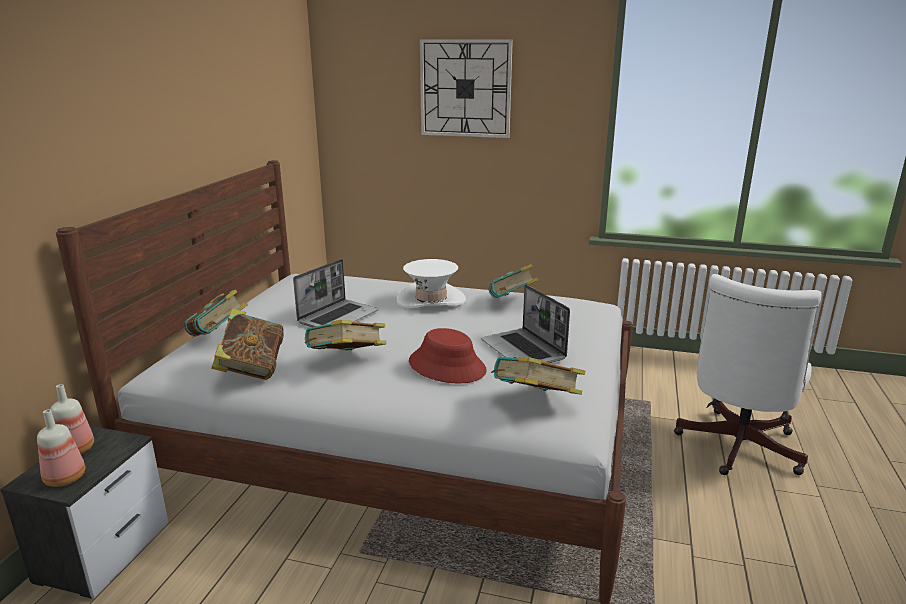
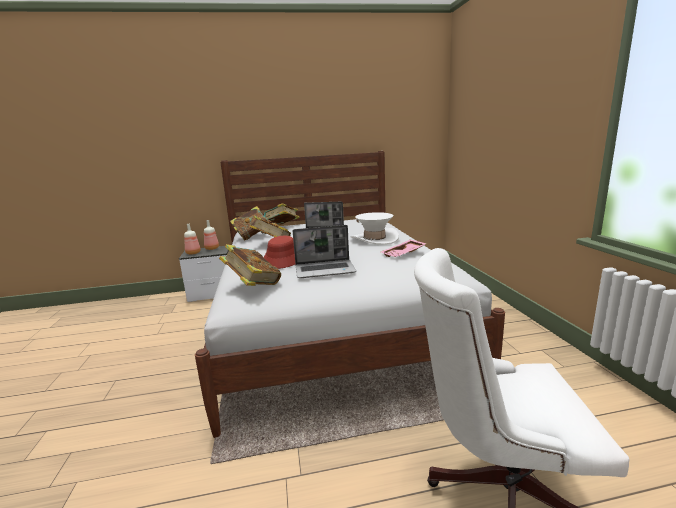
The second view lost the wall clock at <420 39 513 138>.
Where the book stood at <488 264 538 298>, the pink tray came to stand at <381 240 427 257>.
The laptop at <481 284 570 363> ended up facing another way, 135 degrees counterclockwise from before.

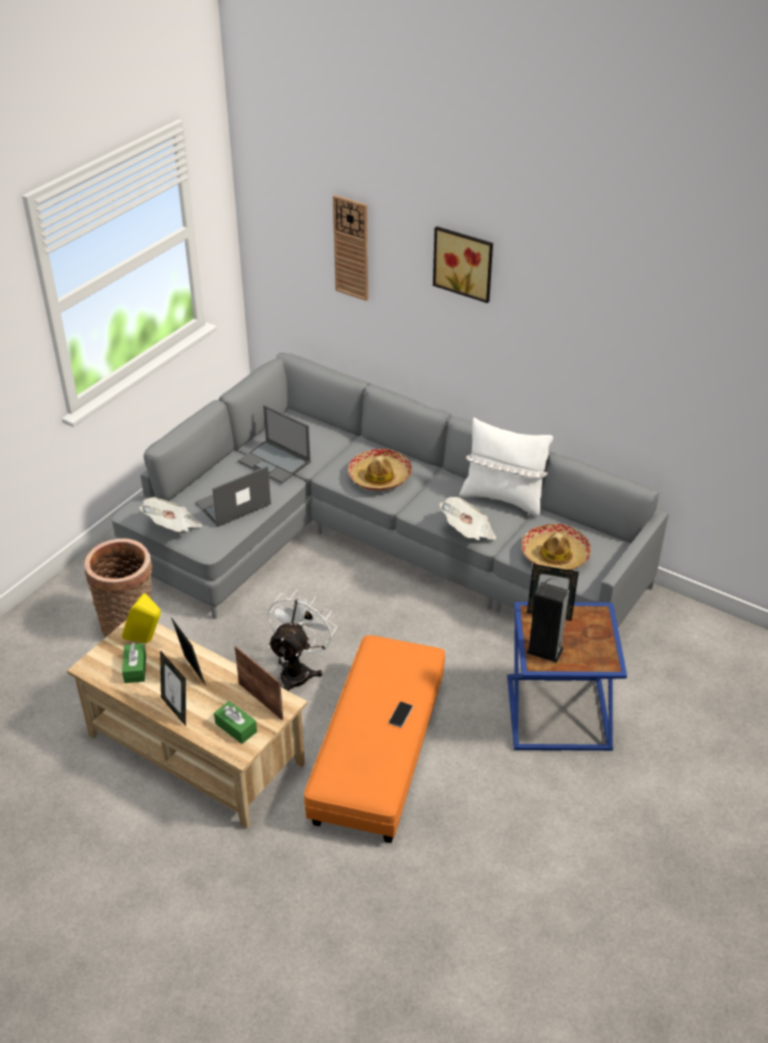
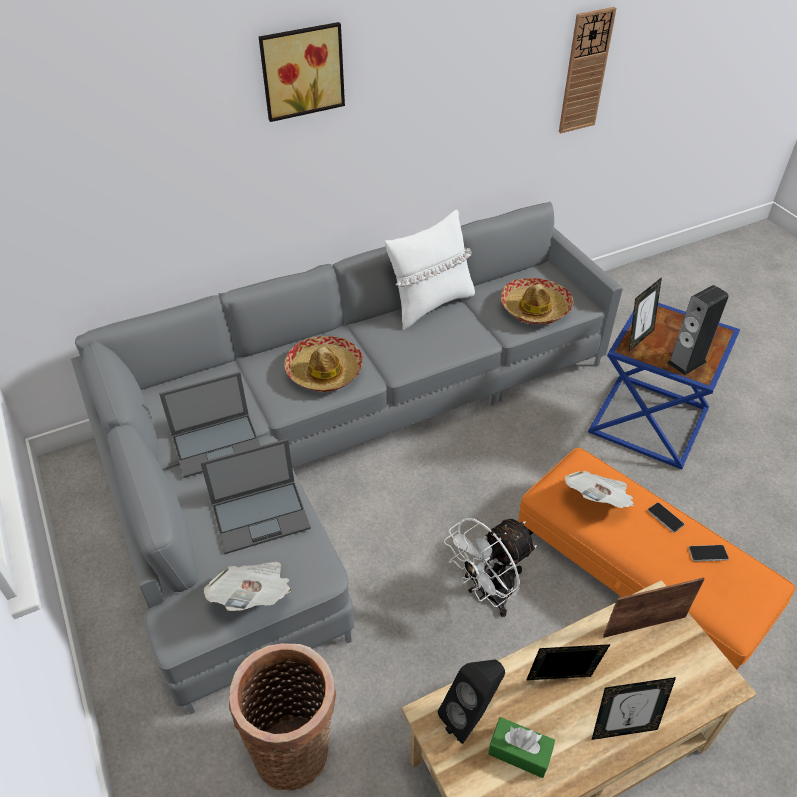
The second view lost the green tissue box at <214 701 257 744>.
The second view gained the phone at <689 545 729 561>.
The wall clock ended up elsewhere, having gone from <333 195 368 301> to <559 7 617 134>.
The newspaper ended up elsewhere, having gone from <440 497 496 540> to <565 470 635 508>.
What was the yellow speaker at <122 593 161 643> turned into the black speaker at <438 659 505 744>.
The laptop at <195 466 271 527> ended up facing another way, 105 degrees counterclockwise from before.
The white fan at <268 590 337 691> ended up facing another way, 90 degrees counterclockwise from before.

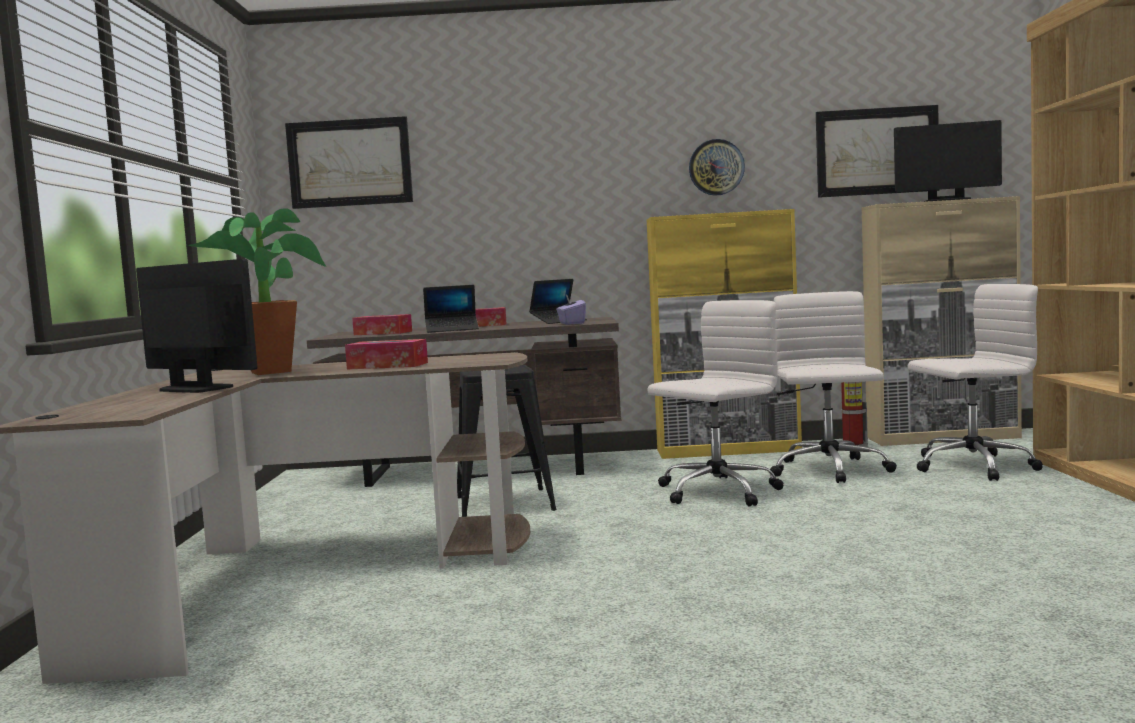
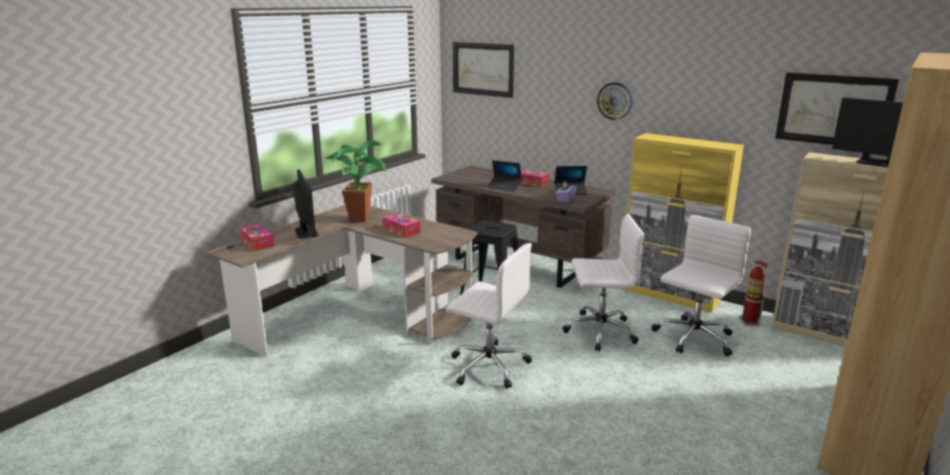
The tissue box ended up elsewhere, having gone from <352 314 412 335> to <239 224 274 251>.
The wall clock ended up elsewhere, having gone from <689 139 745 196> to <597 82 633 120>.
The white office chair ended up elsewhere, having gone from <908 284 1043 481> to <446 243 532 389>.

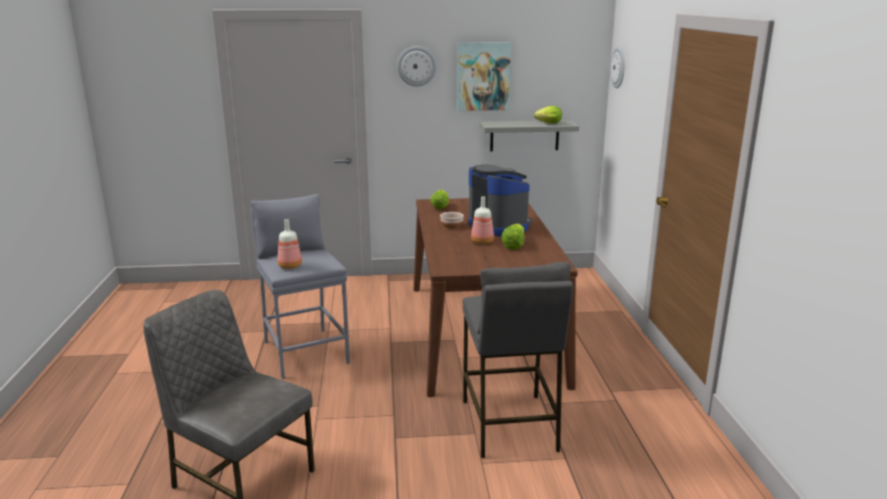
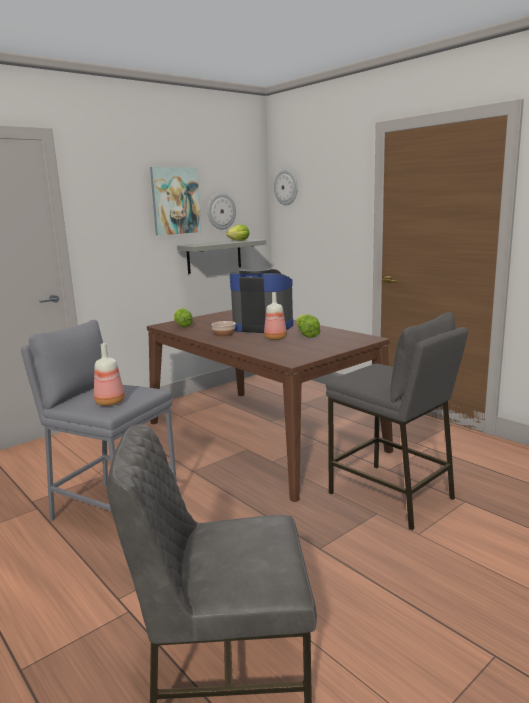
The wall clock ended up elsewhere, having gone from <397 46 437 86> to <207 193 236 230>.

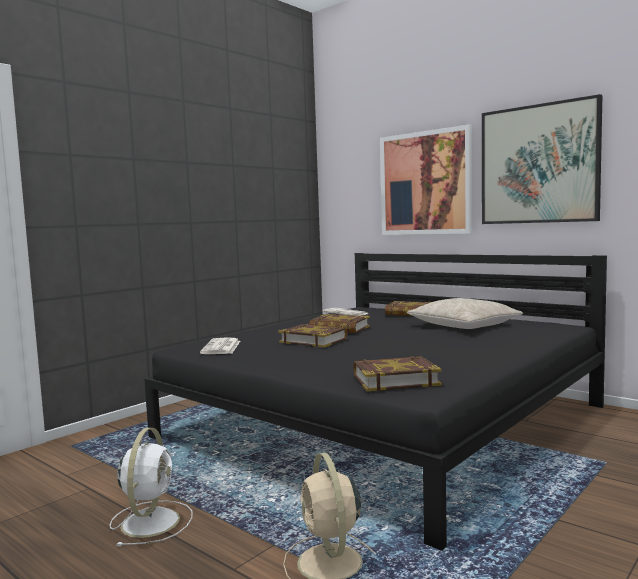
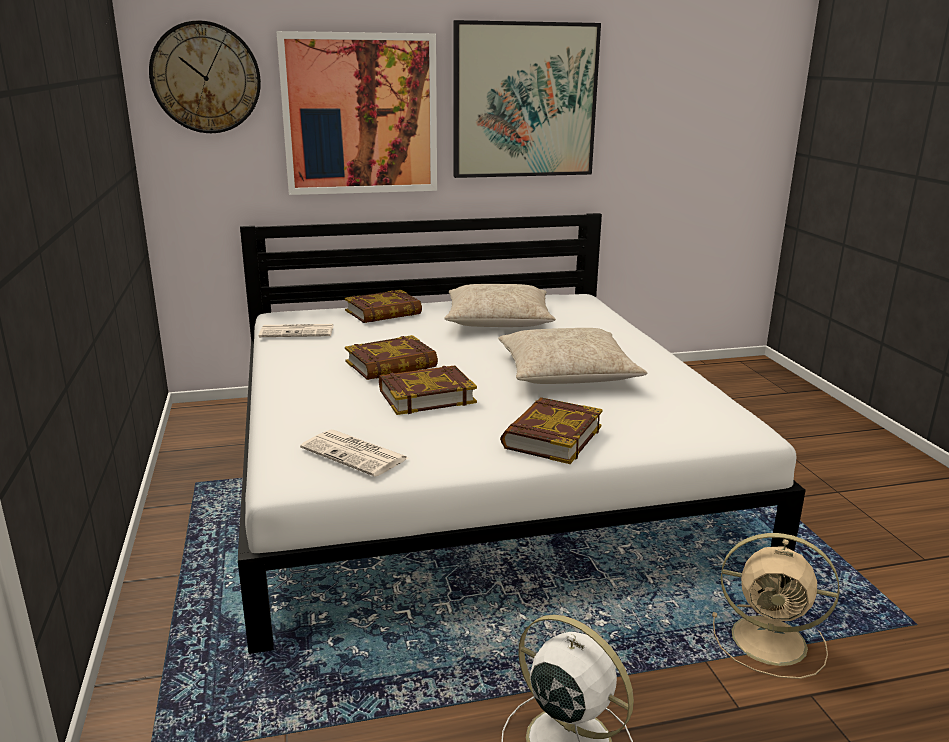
The second view gained the wall clock at <149 20 261 133>.
The second view gained the beige pillow at <498 328 647 384>.
The book ended up elsewhere, having gone from <353 356 442 391> to <500 397 603 464>.
What was the black bed at <144 253 607 551> turned into the white bed at <238 213 806 654>.

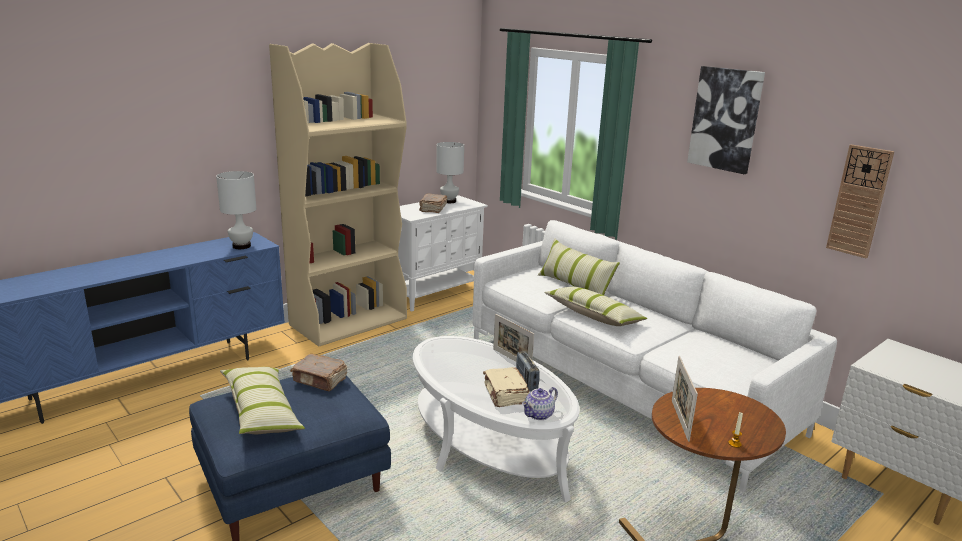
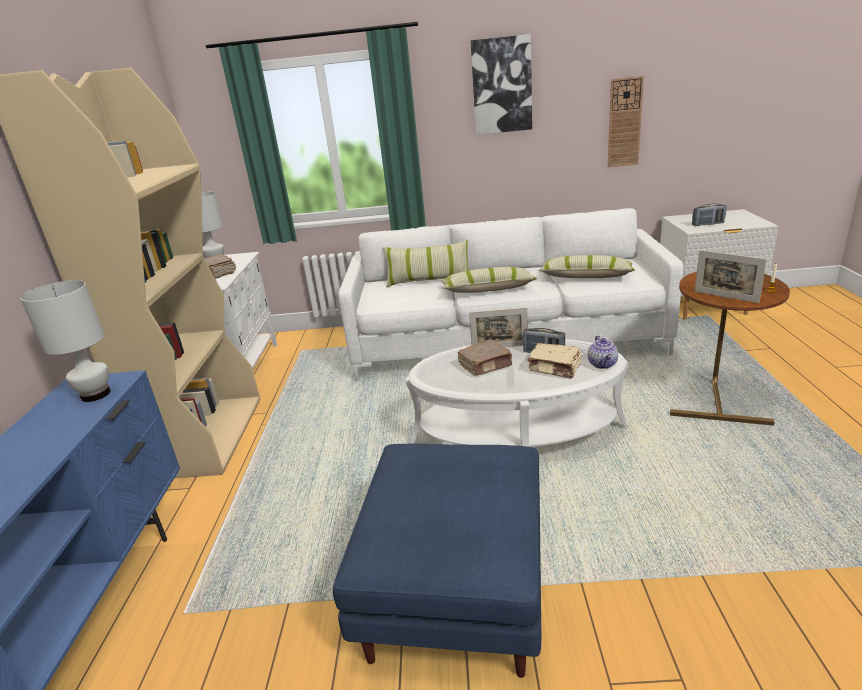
The second view gained the radio at <692 203 727 226>.
The pillow ended up elsewhere, having gone from <220 367 305 434> to <539 255 635 278>.
The brown book ended up elsewhere, having gone from <290 354 347 391> to <458 340 512 376>.

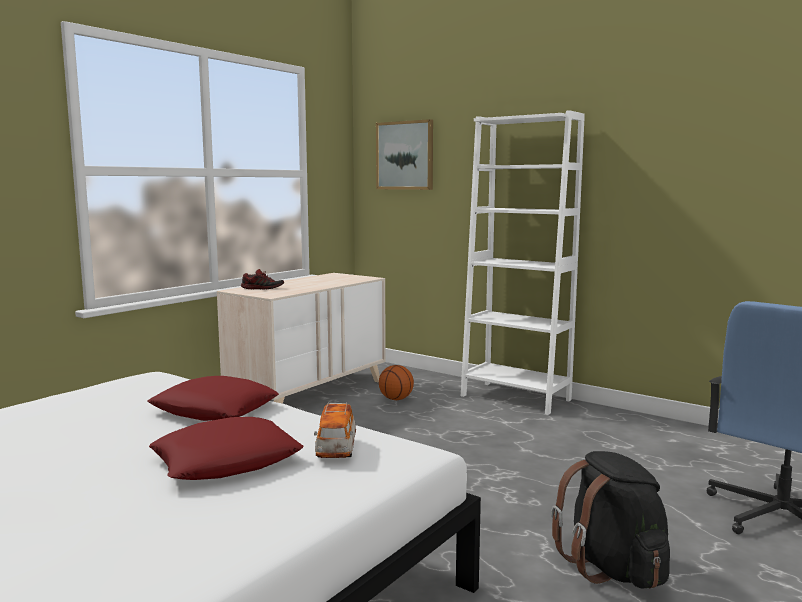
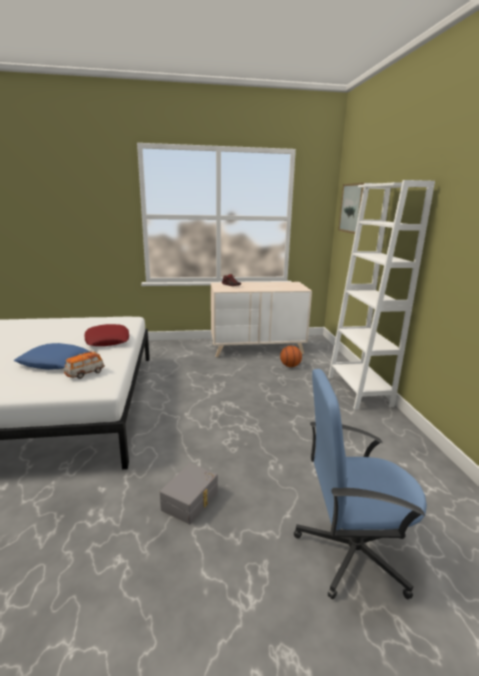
Where the black backpack stood at <551 451 670 589>, the grey storage box came to stand at <160 463 218 524>.
What was the red pillow at <149 417 304 480> turned into the blue pillow at <14 343 90 370>.

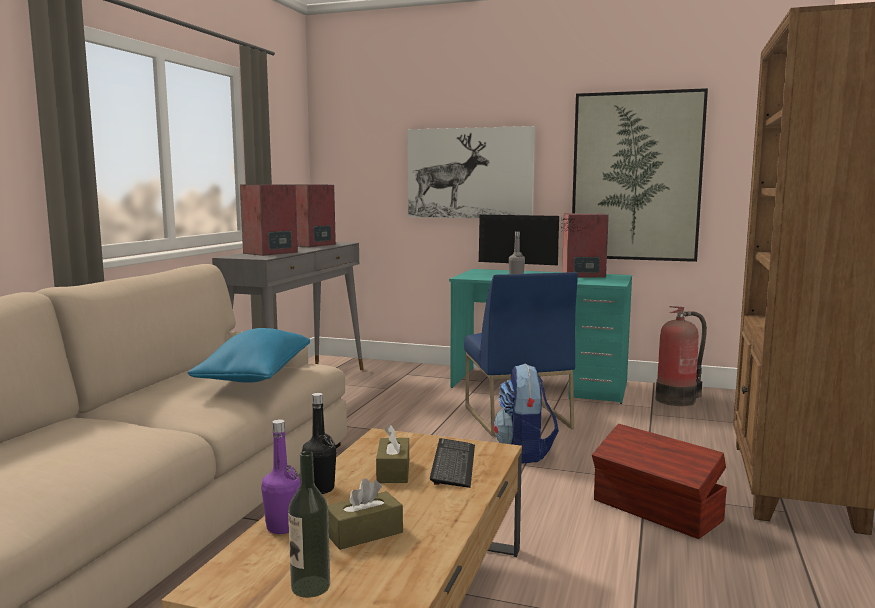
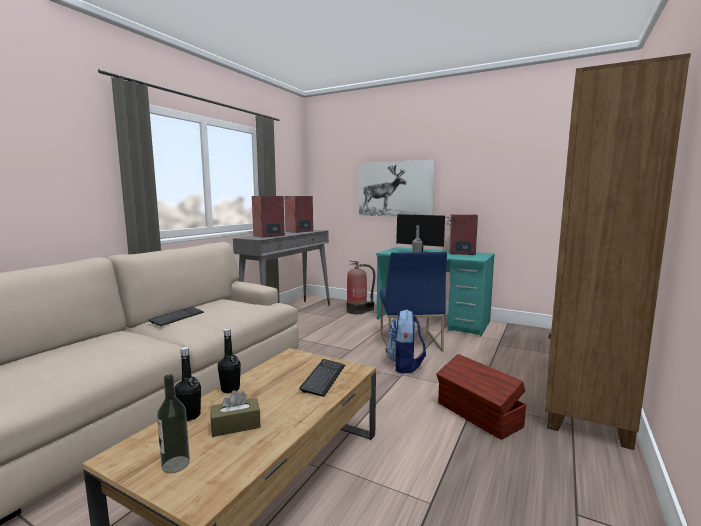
The second view lost the blue pillow at <188 328 310 383>.
The second view lost the brown tissue box at <376 425 409 483>.
The second view lost the picture at <572 88 708 262>.
The second view gained the keyboard at <149 307 204 326>.
The fire extinguisher ended up elsewhere, having gone from <655 306 707 406> to <347 261 375 314>.
What was the purple bottle at <261 419 300 534> turned into the black bottle at <175 347 201 421>.

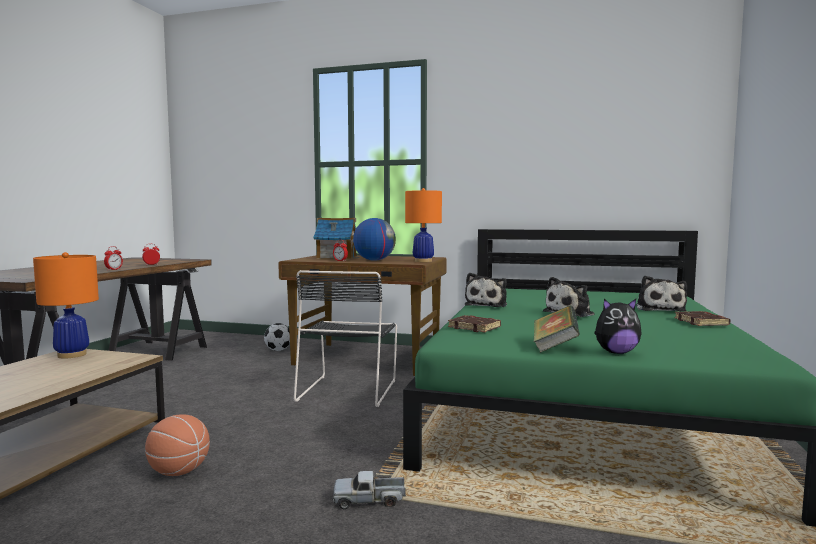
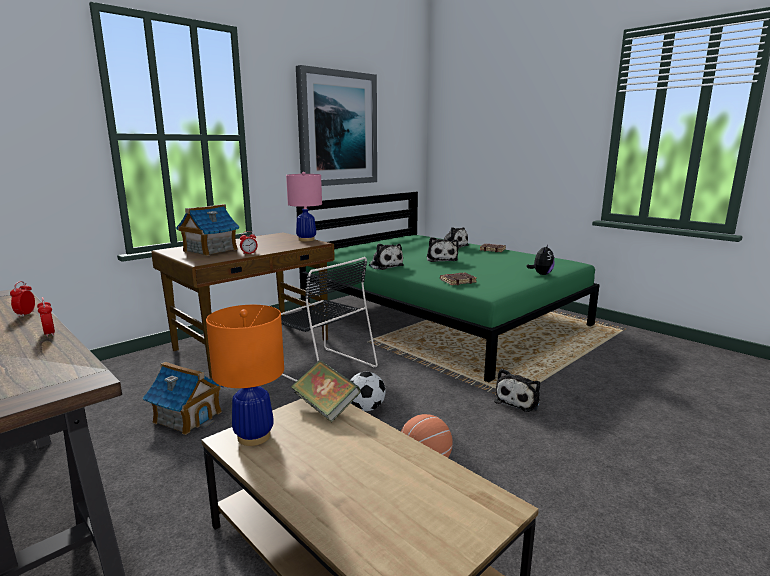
The second view lost the globe at <353 218 396 261>.
The second view gained the toy house at <142 362 224 435>.
The second view gained the picture at <296 65 377 186>.
The football ended up elsewhere, having gone from <264 323 290 351> to <350 372 386 411>.
The book ended up elsewhere, having gone from <534 305 580 353> to <291 360 361 423>.
Where the toy truck stood at <333 471 405 509>, the plush toy came to stand at <494 369 540 412>.
What was the orange table lamp at <405 188 442 262> turned into the pink table lamp at <286 172 322 241>.

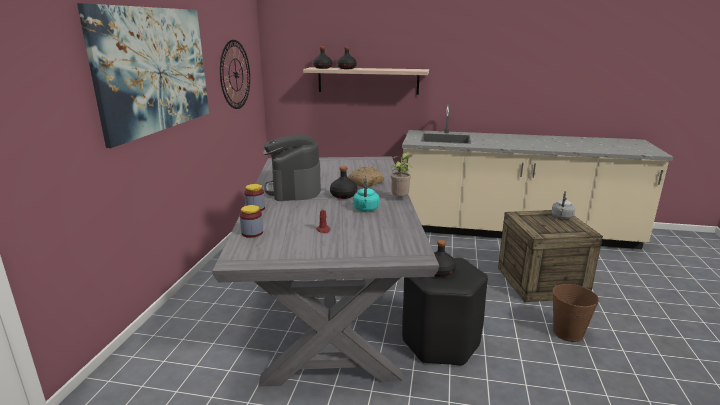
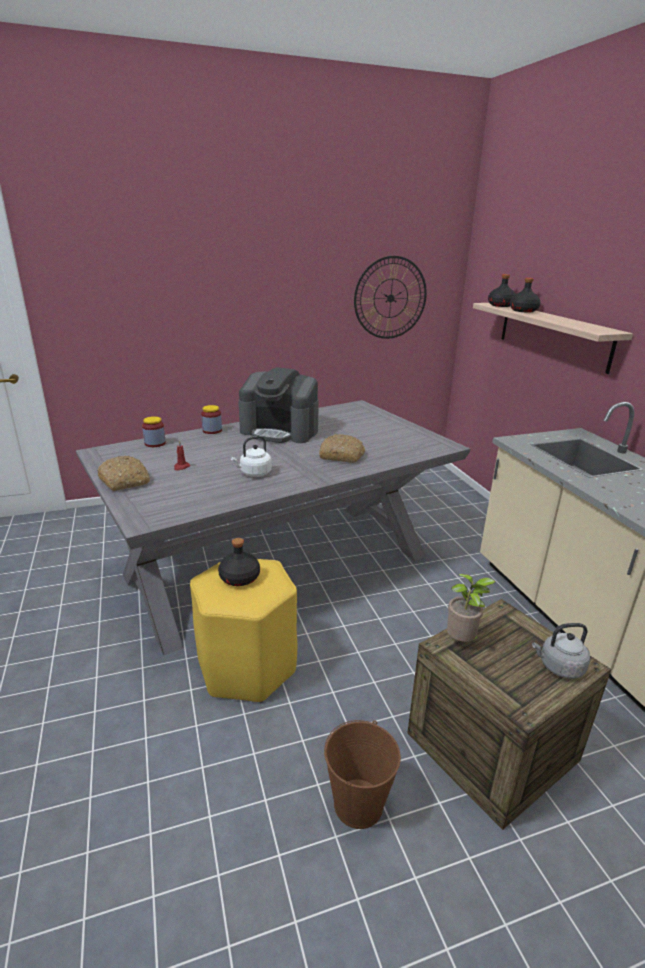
The second view lost the picture at <77 3 209 148>.
The second view lost the black bottle at <330 166 358 199>.
The second view gained the bread at <98 456 150 491>.
The potted plant ended up elsewhere, having gone from <390 153 412 196> to <447 574 495 642>.
What was the turquoise kettle at <353 178 379 212> turned into the white kettle at <231 436 272 477>.
What was the black stool at <402 258 488 366> turned into the yellow stool at <190 559 297 703>.
The coffee machine at <263 134 321 201> ended up facing another way, 120 degrees counterclockwise from before.

